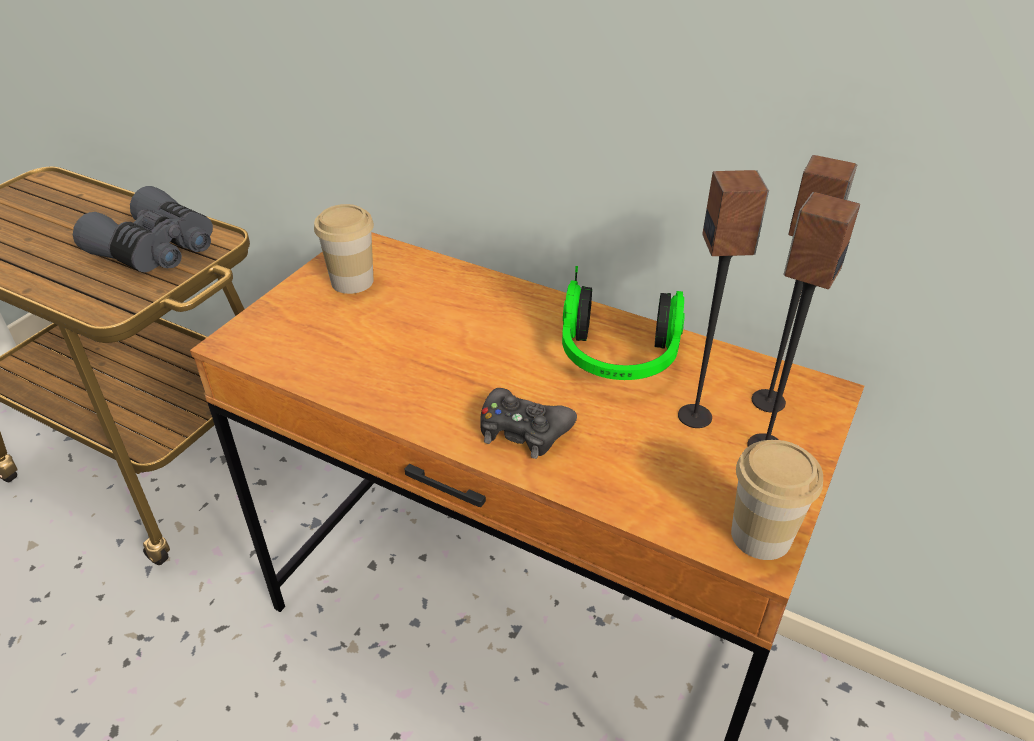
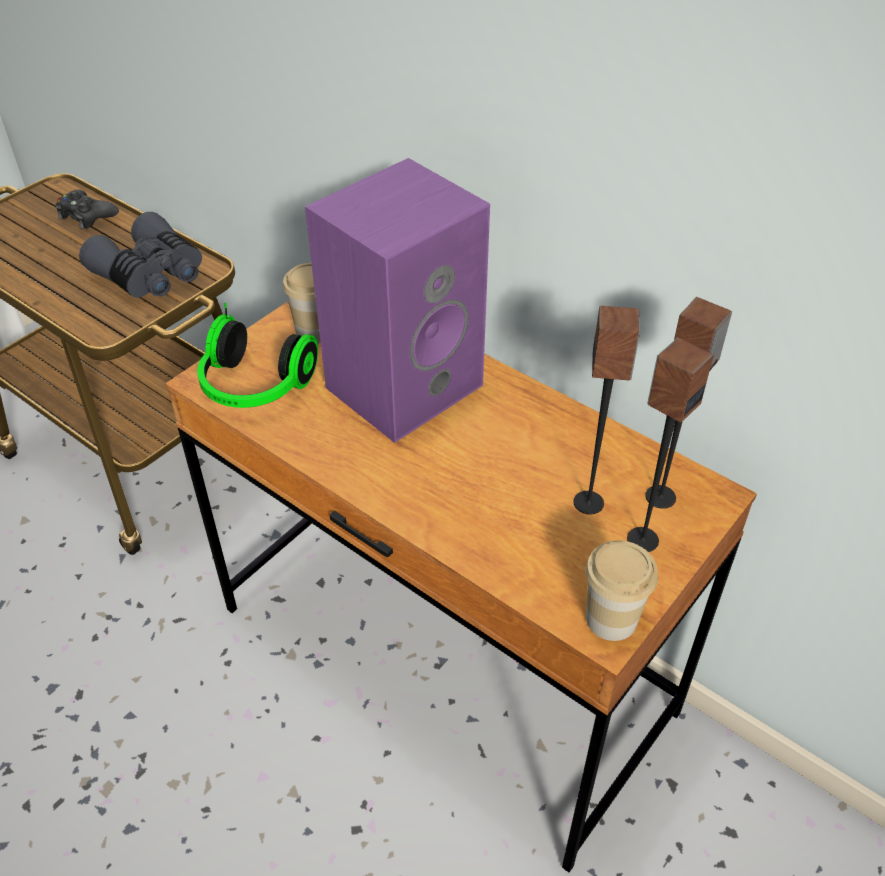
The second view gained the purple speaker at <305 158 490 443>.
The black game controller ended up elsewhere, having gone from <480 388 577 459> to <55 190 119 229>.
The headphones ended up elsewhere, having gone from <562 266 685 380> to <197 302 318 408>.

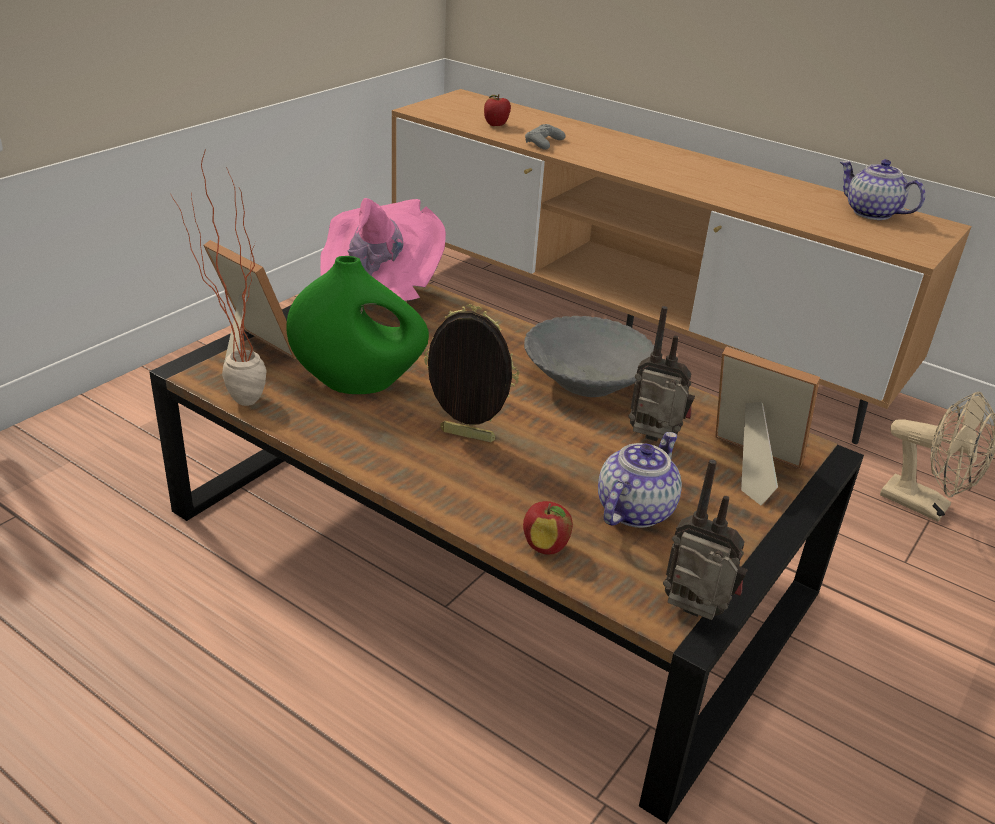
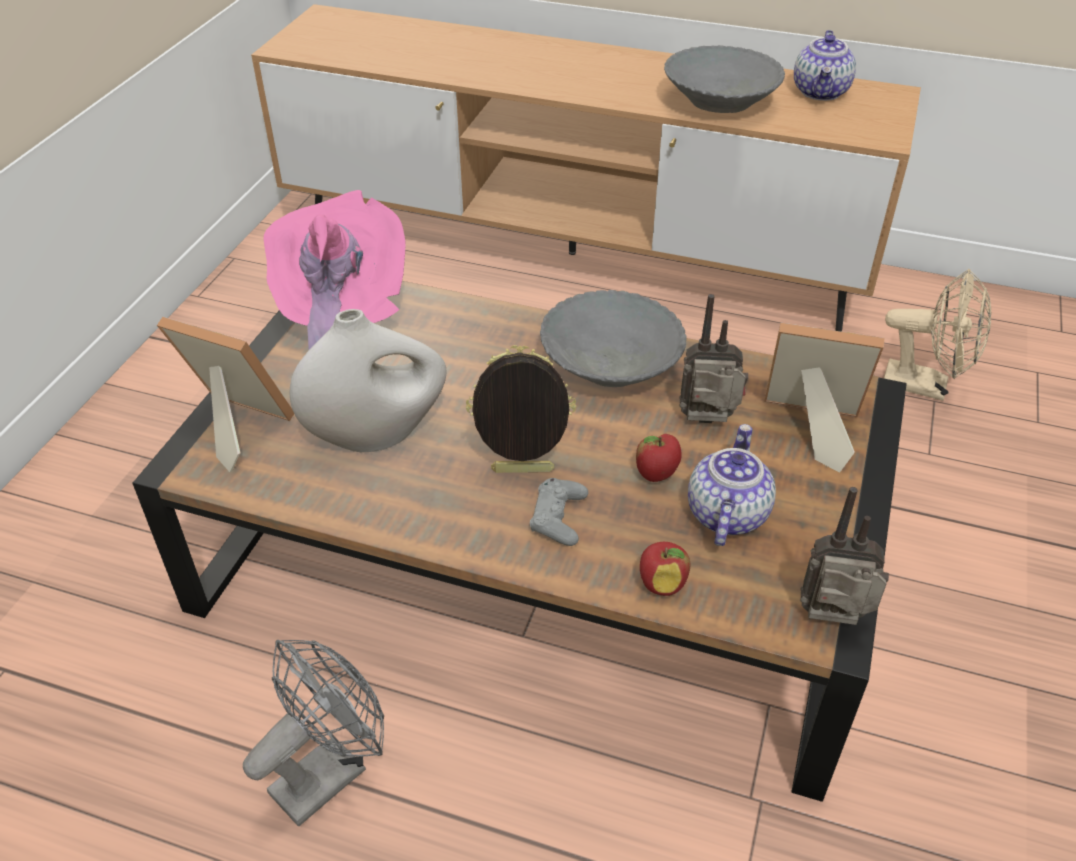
The second view lost the potted plant at <171 149 266 406>.
The second view gained the grey fan at <243 640 384 826>.
The second view gained the grey bowl at <664 45 785 113>.
The apple ended up elsewhere, having gone from <484 94 511 126> to <636 434 682 482>.
The grey game controller ended up elsewhere, having gone from <525 124 566 150> to <530 478 588 546>.
What was the green vase at <286 256 429 394> turned into the white vase at <290 309 447 452>.
The teapot at <840 159 925 220> ended up facing another way, 105 degrees counterclockwise from before.

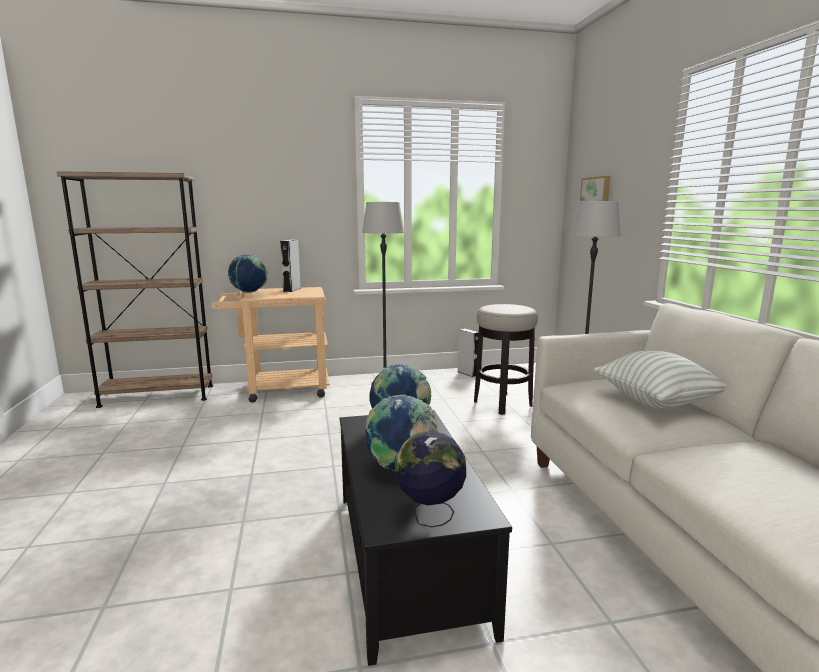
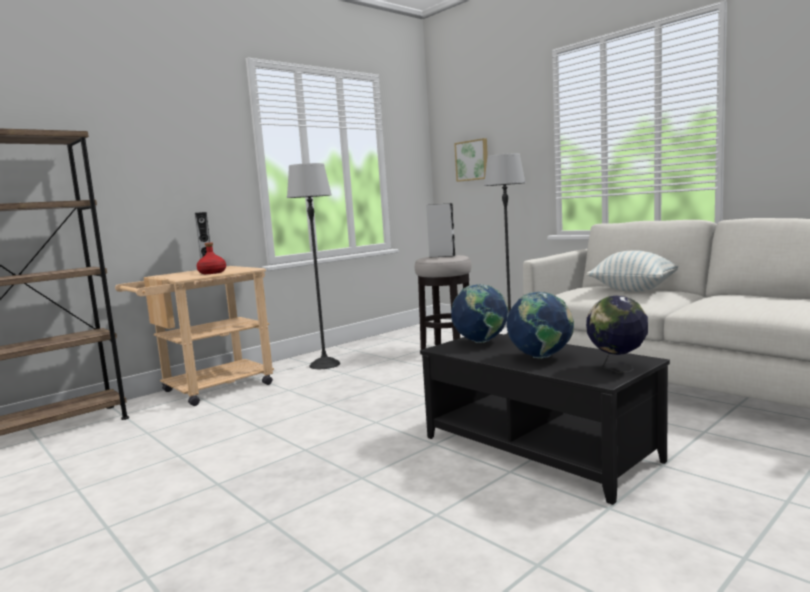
The second view lost the globe at <228 254 267 293>.
The second view gained the red bottle at <197 243 226 274>.
The grey speaker ended up elsewhere, having gone from <458 328 479 377> to <426 203 456 257>.

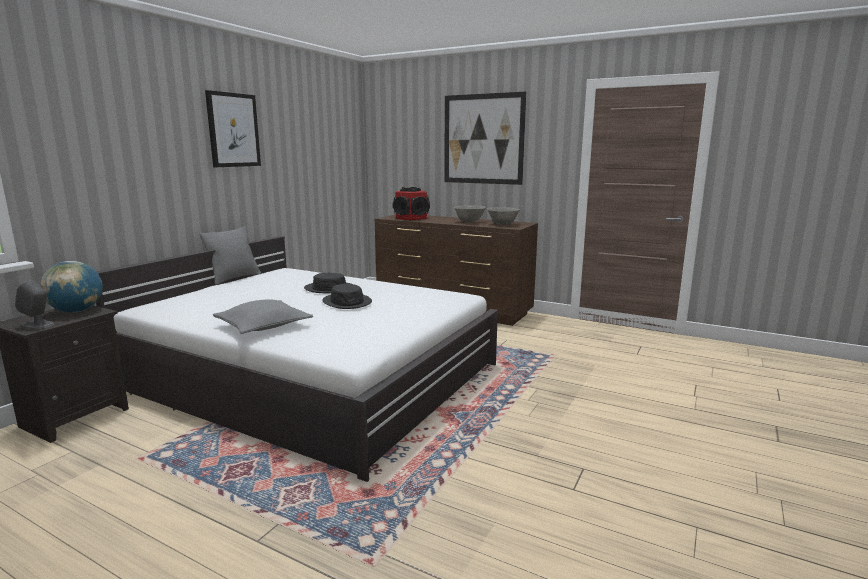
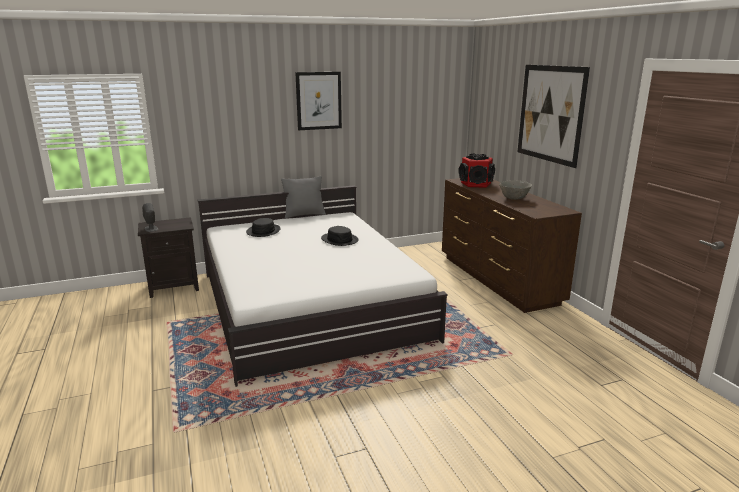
The second view lost the globe at <40 261 103 312>.
The second view lost the grey pillow at <213 299 313 334>.
The second view lost the grey bowl at <487 207 520 225>.
The black hat ended up elsewhere, having gone from <322 284 372 309> to <246 218 281 237>.

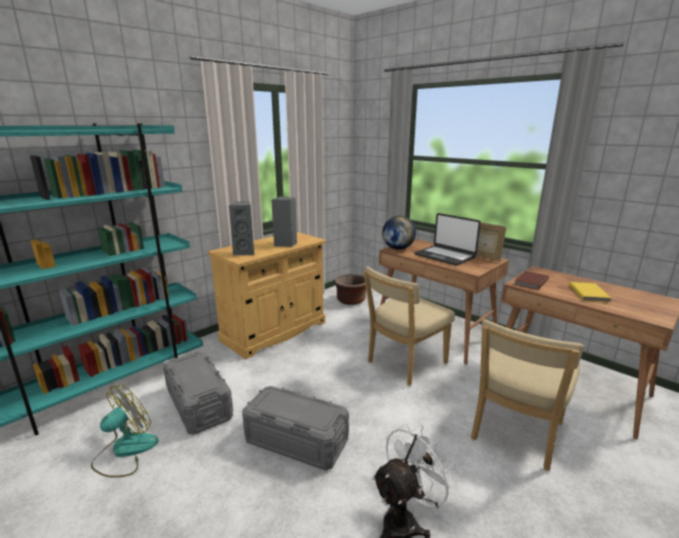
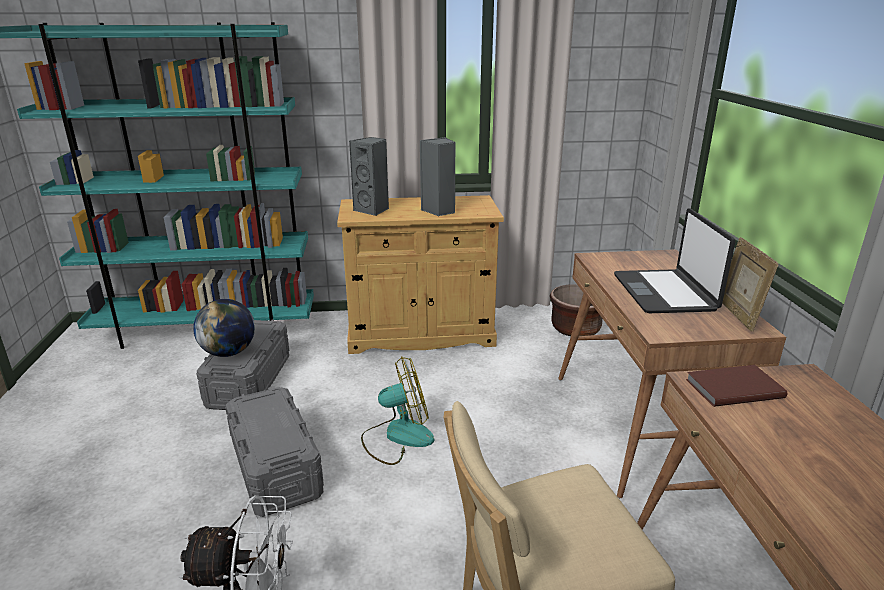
The second view lost the beige chair at <363 266 455 386>.
The second view lost the yellow book at <569 282 611 302>.
The fan ended up elsewhere, having gone from <91 384 158 477> to <361 356 434 465>.
The globe ended up elsewhere, having gone from <382 216 416 250> to <193 299 255 357>.

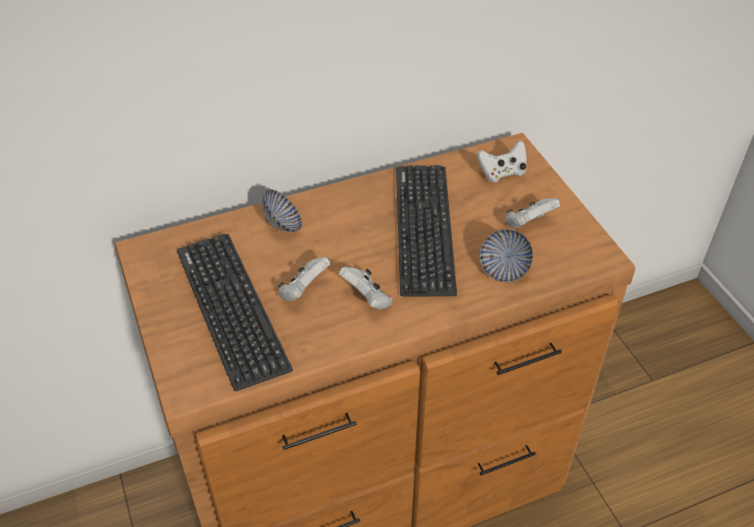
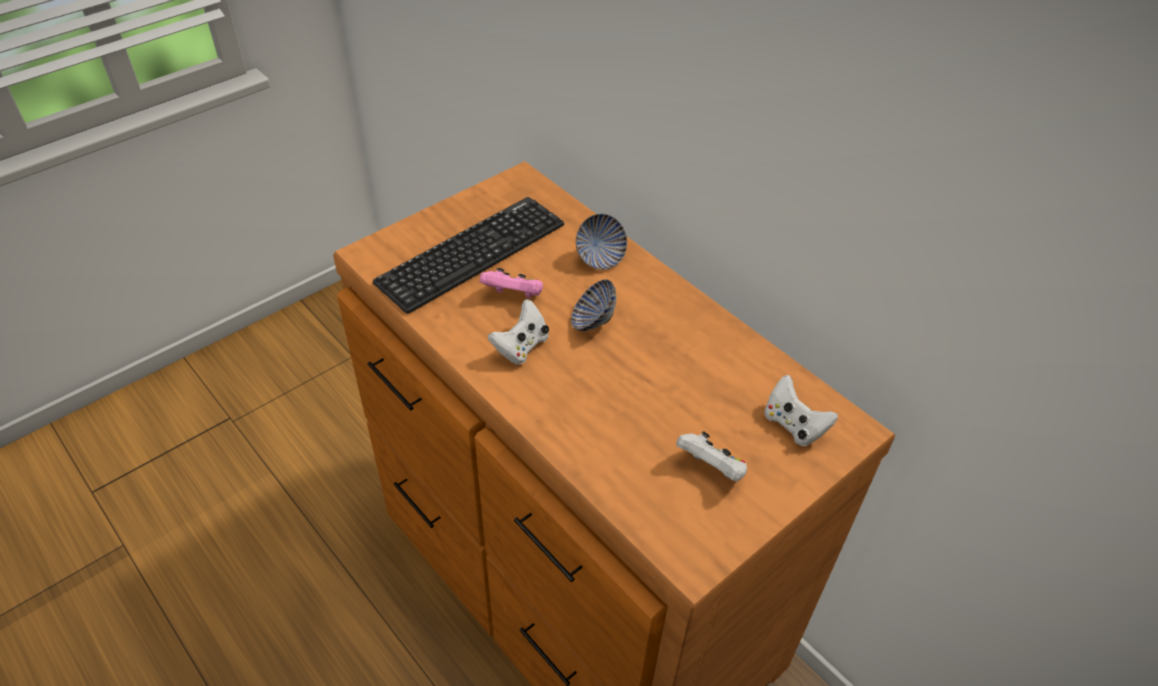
The second view lost the keyboard at <396 165 457 297>.
The bowl ended up elsewhere, having gone from <480 229 533 282> to <571 279 616 331>.
What was the white game controller at <278 257 330 301> turned into the pink game controller at <480 268 543 298>.

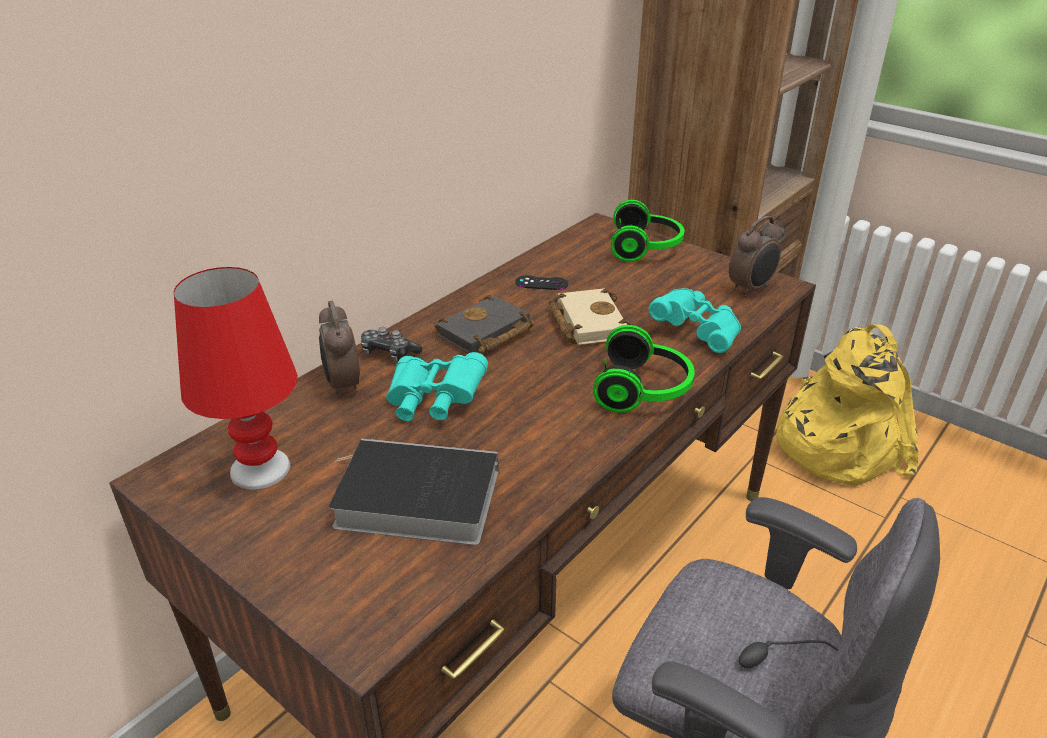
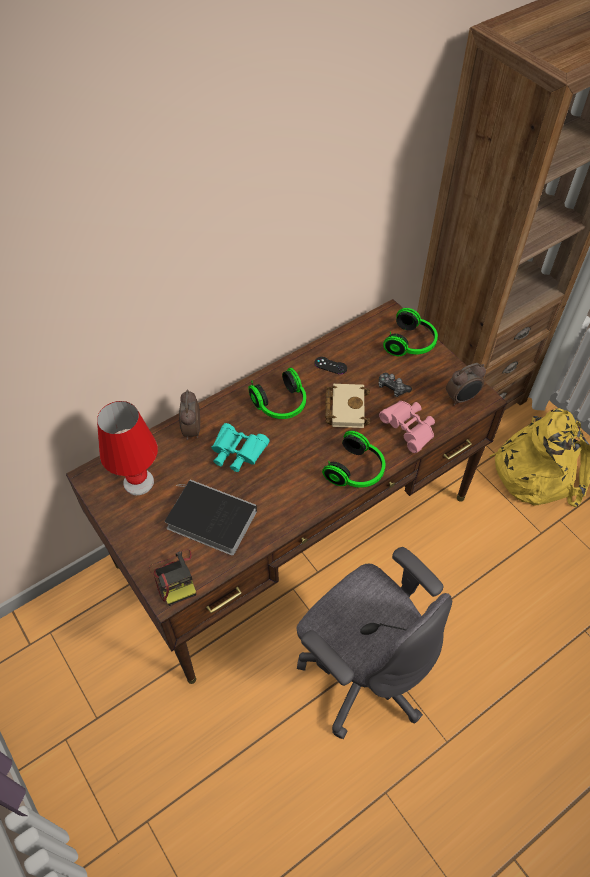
The second view gained the photo camera at <149 549 196 606>.
The game controller ended up elsewhere, having gone from <361 327 422 362> to <378 373 412 397>.
Where the black book stood at <434 295 534 354>, the headphones came to stand at <248 368 306 419>.
What was the turquoise binoculars at <649 288 741 353> turned into the pink binoculars at <379 401 435 453>.

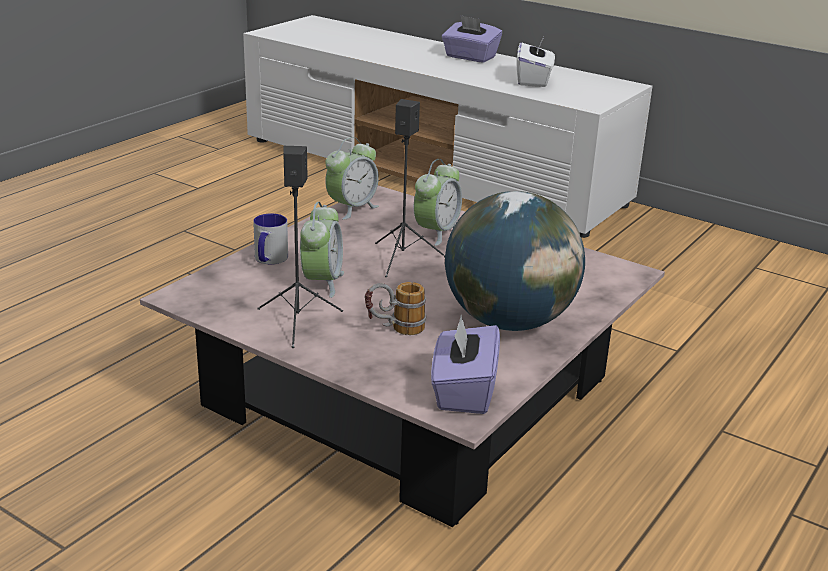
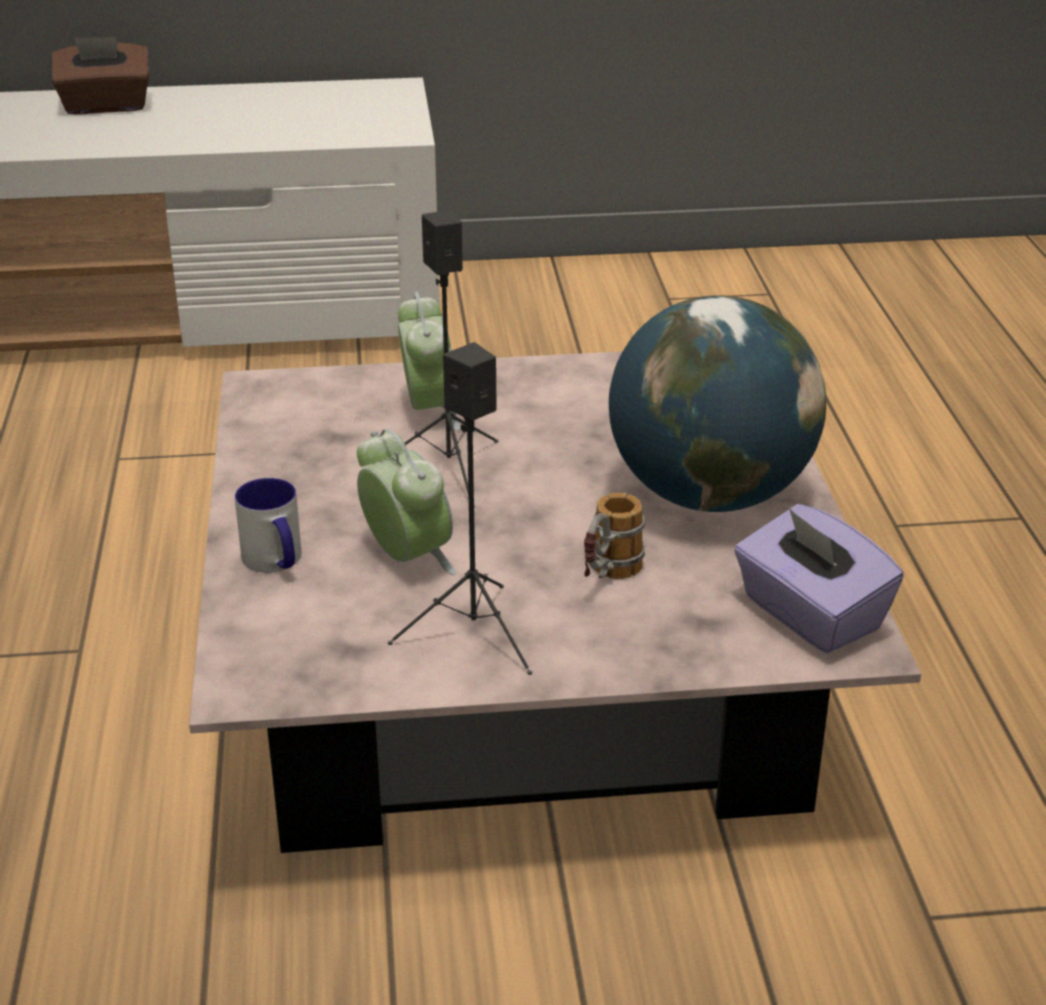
The second view lost the alarm clock at <325 137 379 220>.
The second view lost the white tissue box at <517 35 555 87>.
What was the purple tissue box at <442 15 502 63> turned into the brown tissue box at <52 36 149 114>.

